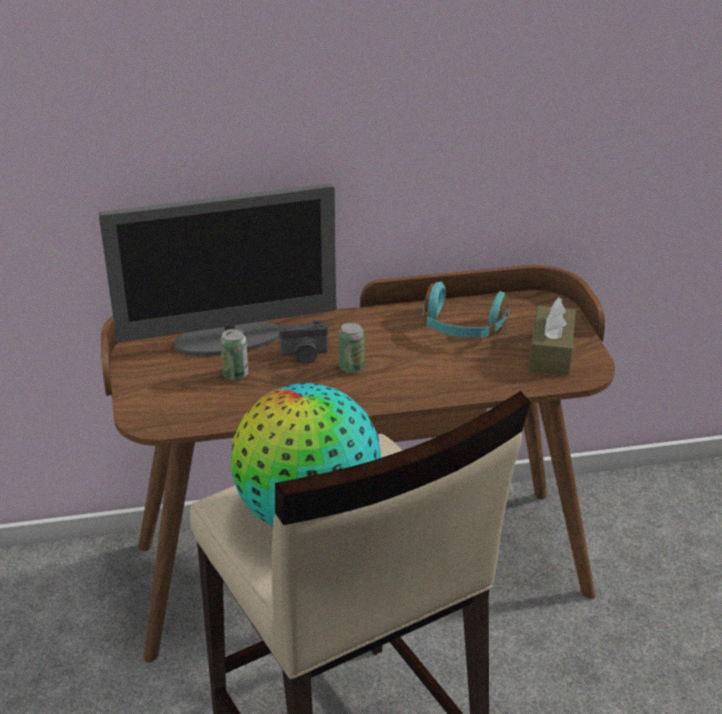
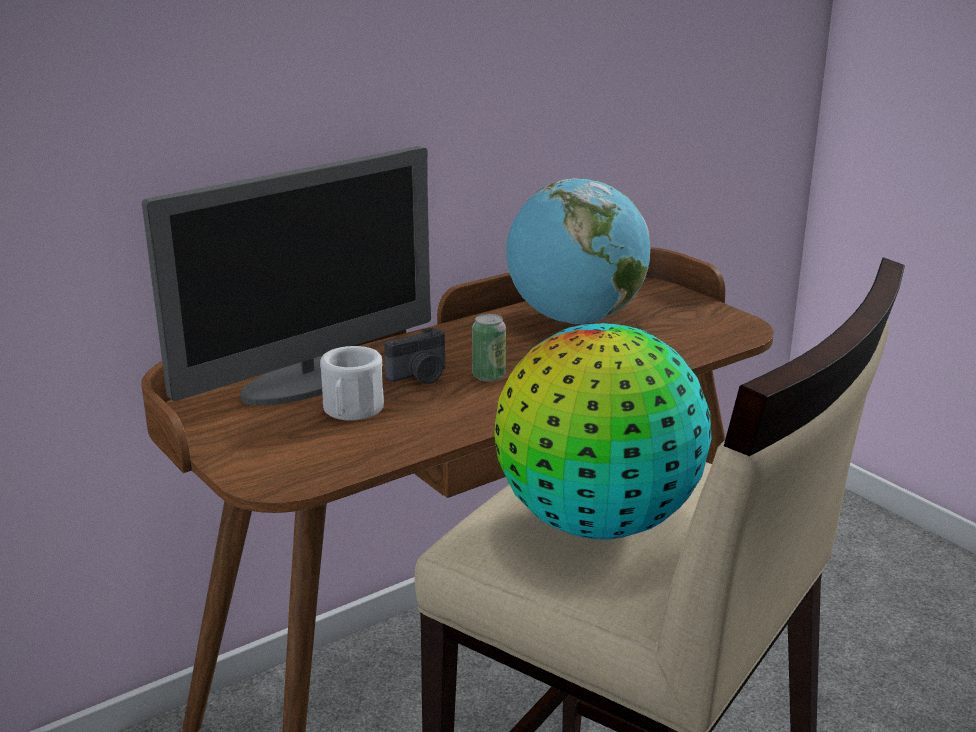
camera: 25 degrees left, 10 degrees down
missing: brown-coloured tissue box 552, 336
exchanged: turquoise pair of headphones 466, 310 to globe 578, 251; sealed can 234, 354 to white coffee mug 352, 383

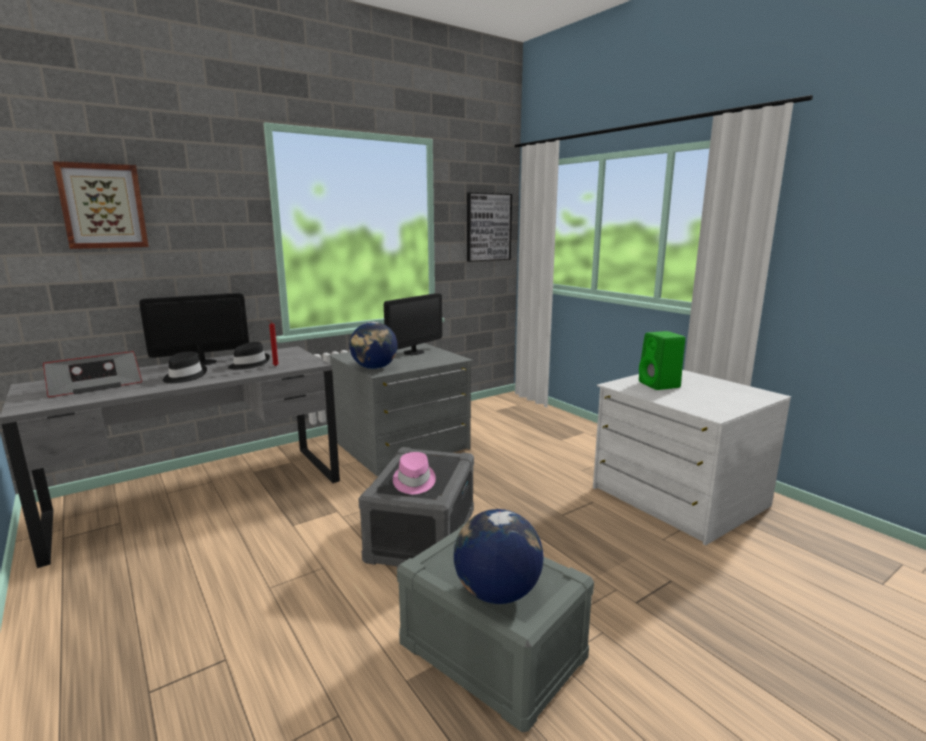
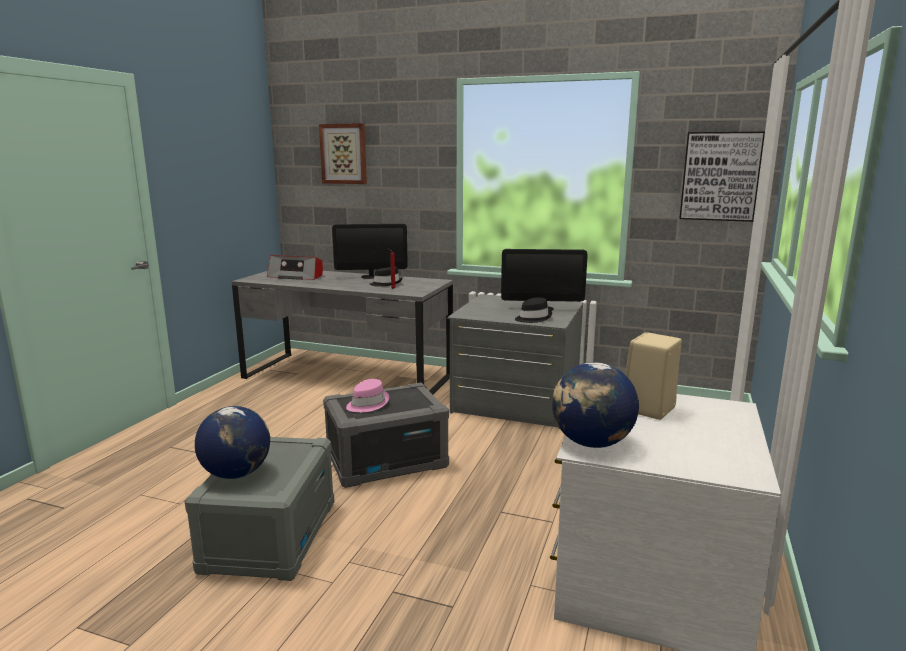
camera: 55 degrees right, 0 degrees up
relocated: globe 373, 345 to 595, 405; blackish hat 185, 367 to 533, 310
colour: greenish speaker 662, 360 to beige-coloured speaker 653, 376
spun: computer display 194, 329 = 370, 251 150 degrees clockwise

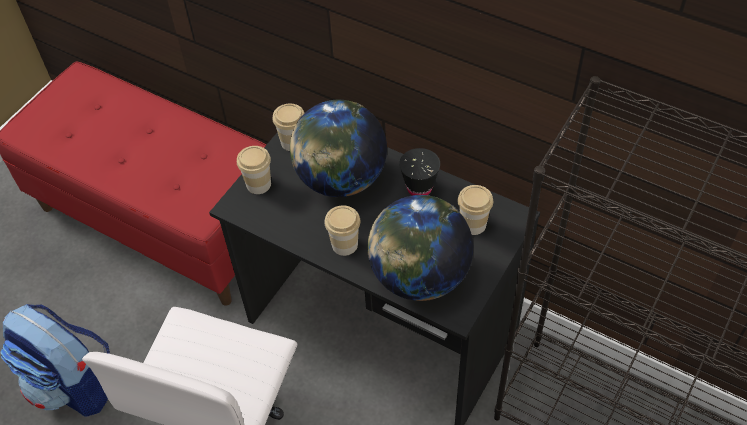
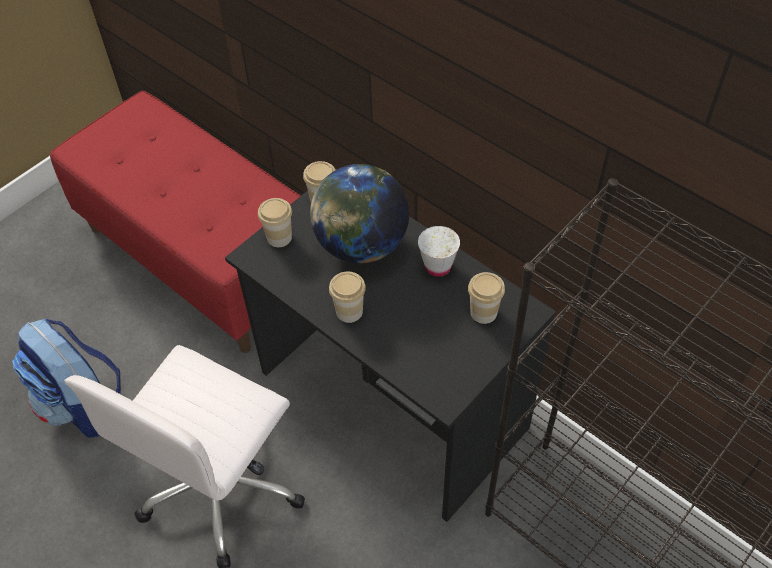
camera: 10 degrees right, 0 degrees up
missing: globe 420, 248
colour: blackish small cup 419, 171 to white small cup 439, 251

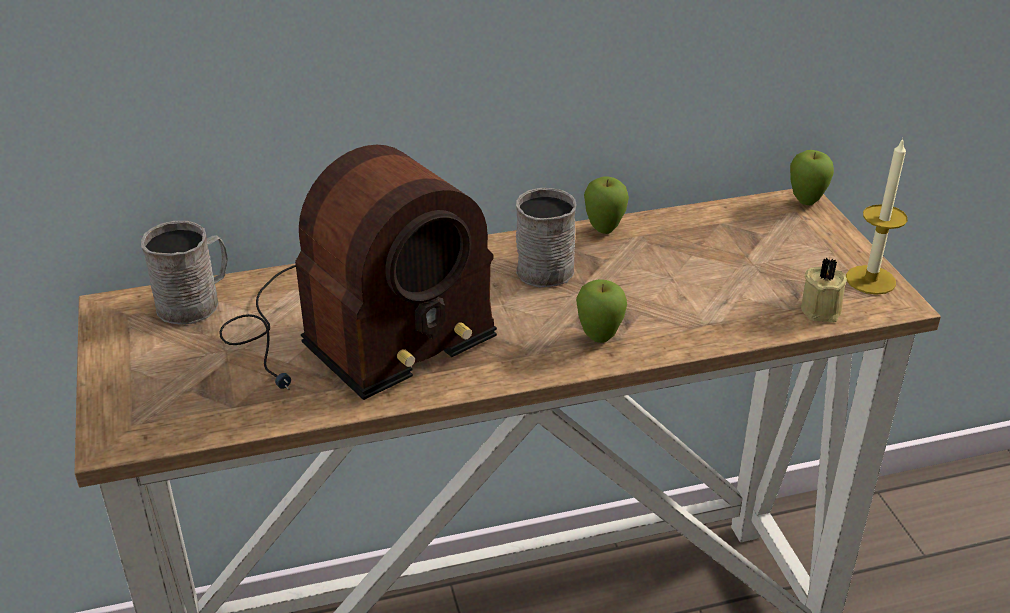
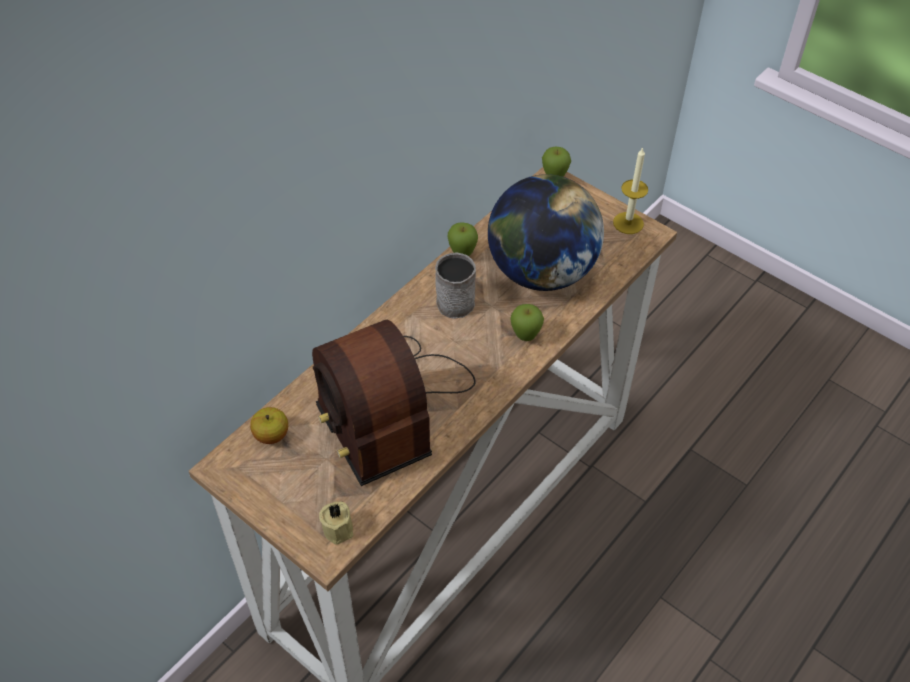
camera: 35 degrees left, 15 degrees up
appeared: globe 546, 232
relocated: beige-coloured wax candle 824, 290 to 336, 523
exchanged: gray coffee mug 184, 272 to whole apple 269, 425
spun: radio receiver 358, 272 = 394, 403 135 degrees clockwise

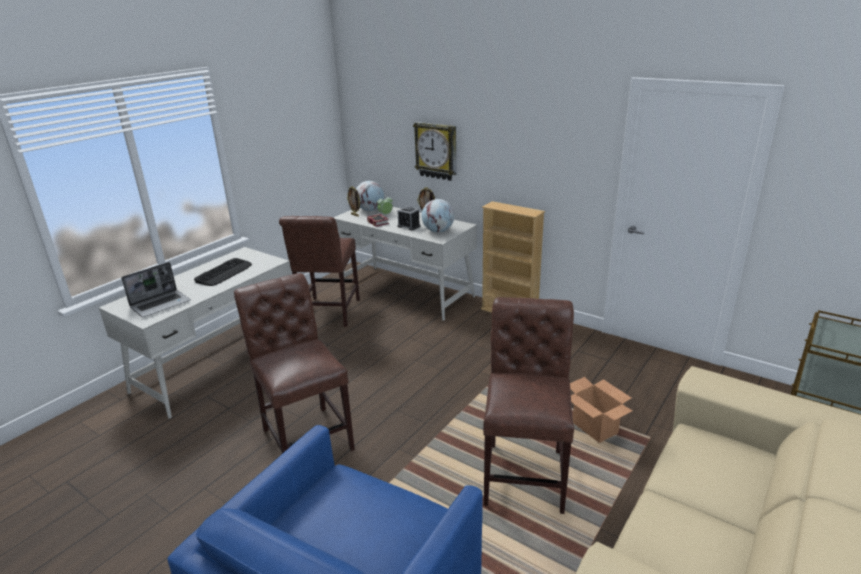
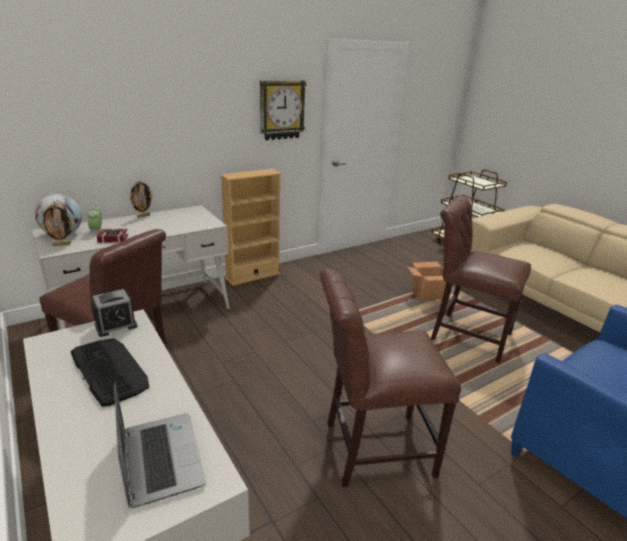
camera: 70 degrees left, 0 degrees up
missing: globe 438, 215
relocated: hanging clock 434, 151 to 283, 110; bedside clock 408, 218 to 114, 313

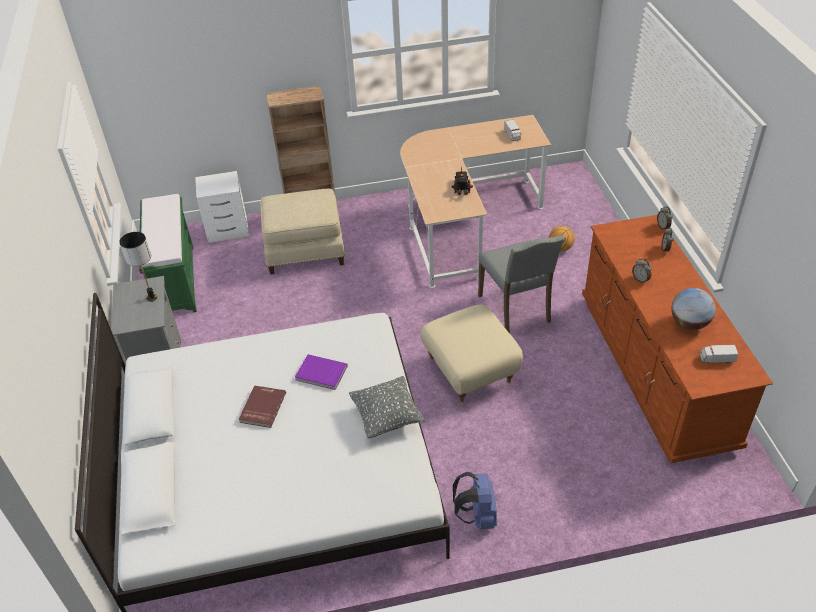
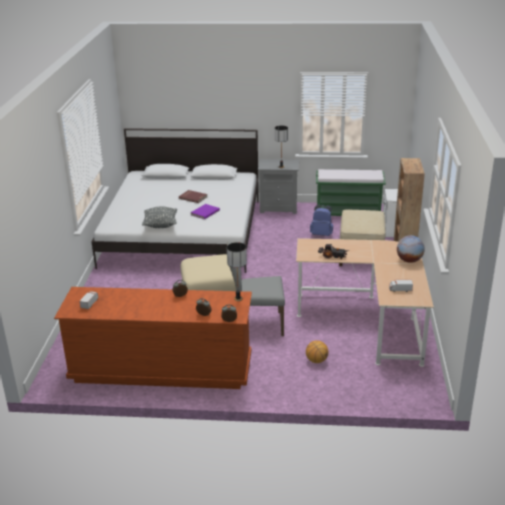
camera: 105 degrees right, 15 degrees down
appeared: lamp for a table 237, 271
relocated: globe 693, 309 to 411, 249; blue backpack 475, 500 to 321, 220

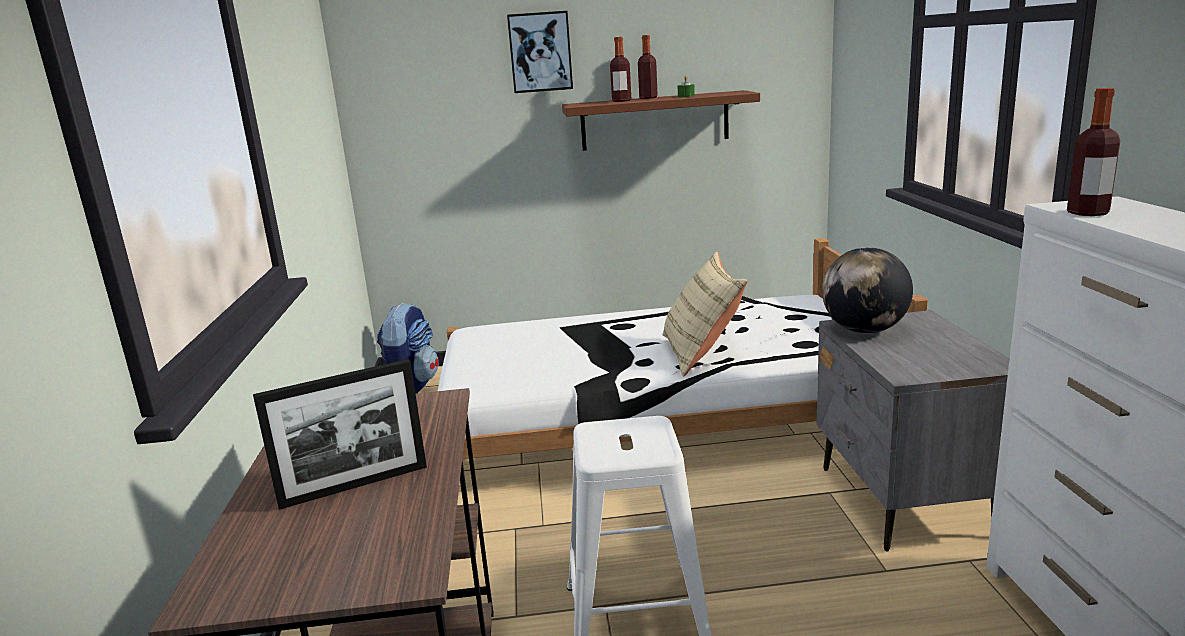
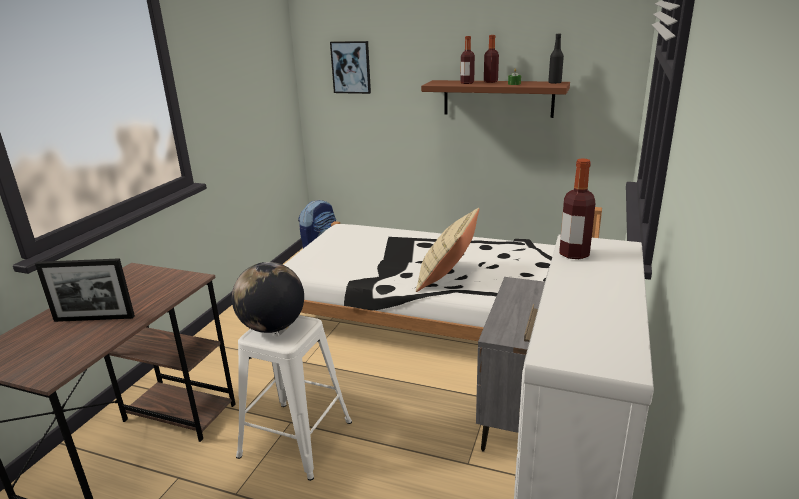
camera: 25 degrees right, 5 degrees up
appeared: blackish beverage bottle 556, 58
relocated: wall picture 540, 52 to 350, 67; globe 867, 290 to 268, 297

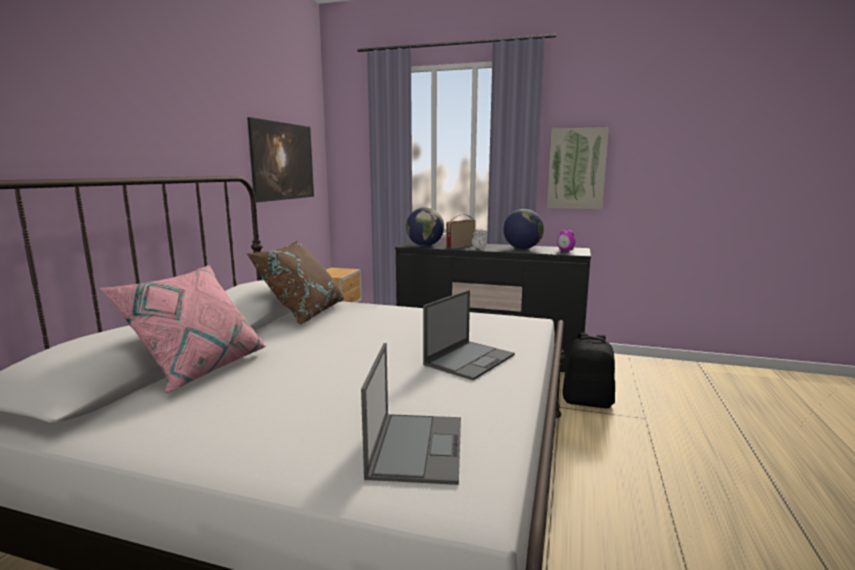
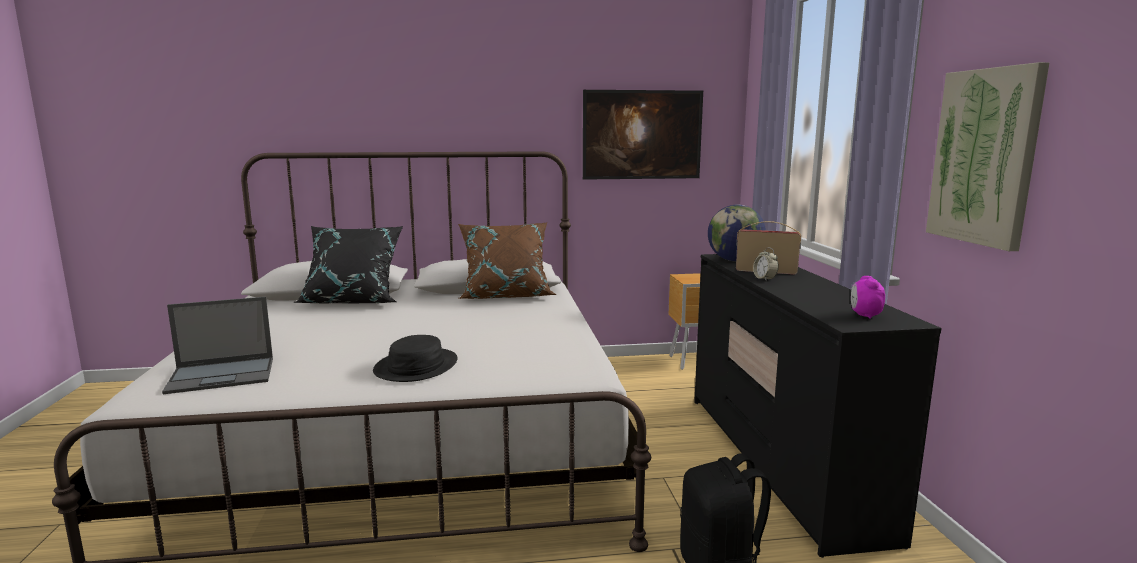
camera: 65 degrees right, 0 degrees up
missing: globe 523, 229
exchanged: portable computer 469, 335 to blackish hat 415, 358
colour: pink pillow 183, 329 to blackish pillow 348, 264

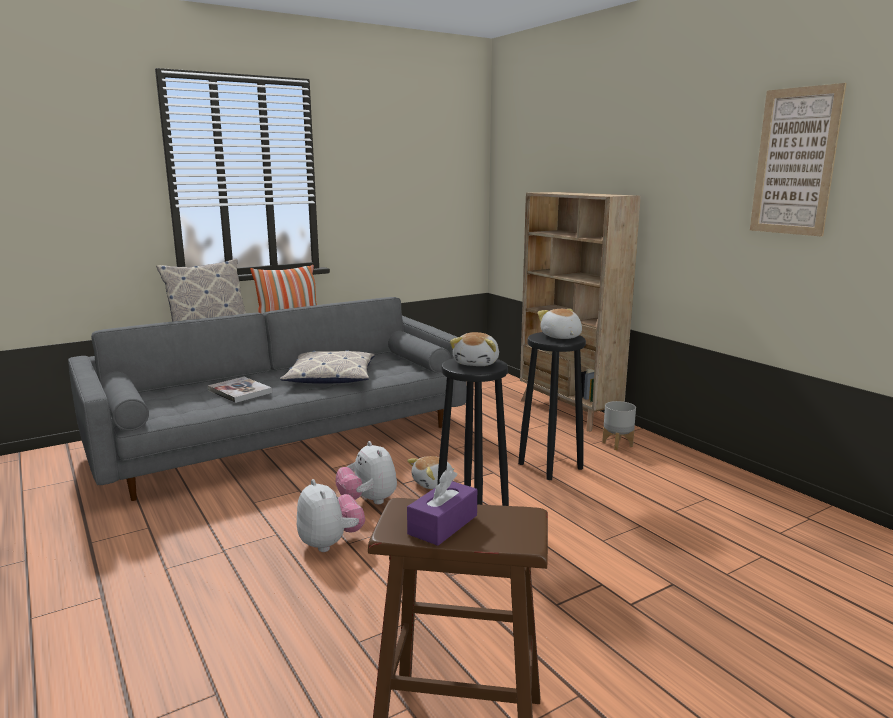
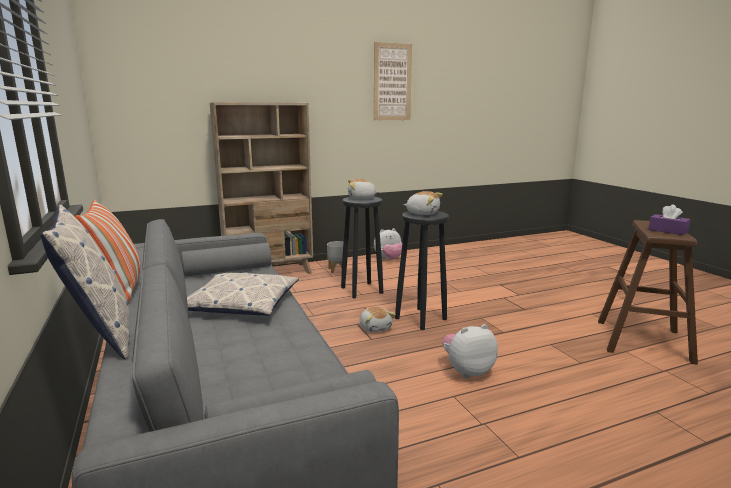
camera: 80 degrees left, 0 degrees up
missing: book 240, 390
relocated: plush toy 366, 472 to 388, 243

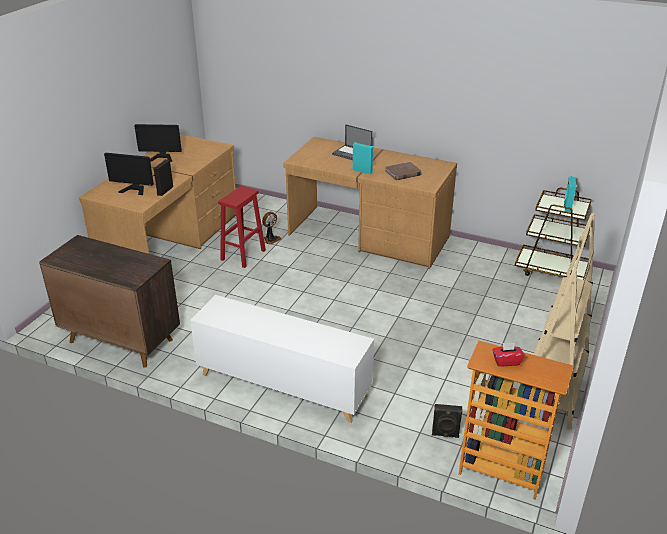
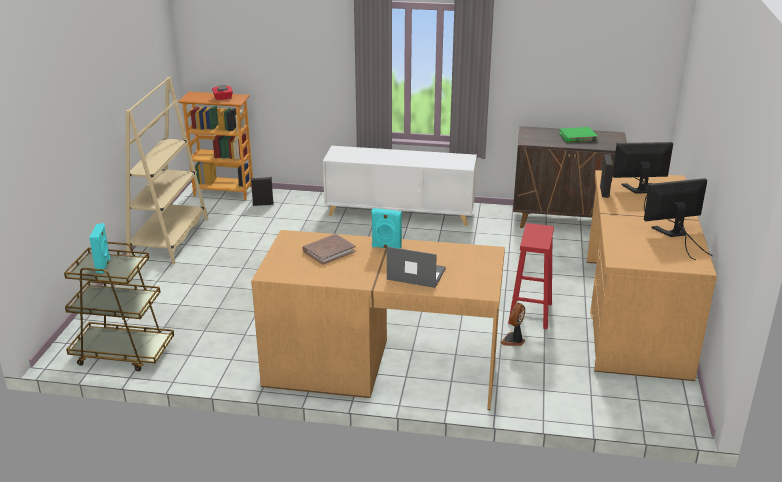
camera: 165 degrees right, 5 degrees down
appeared: greenish book 578, 135

